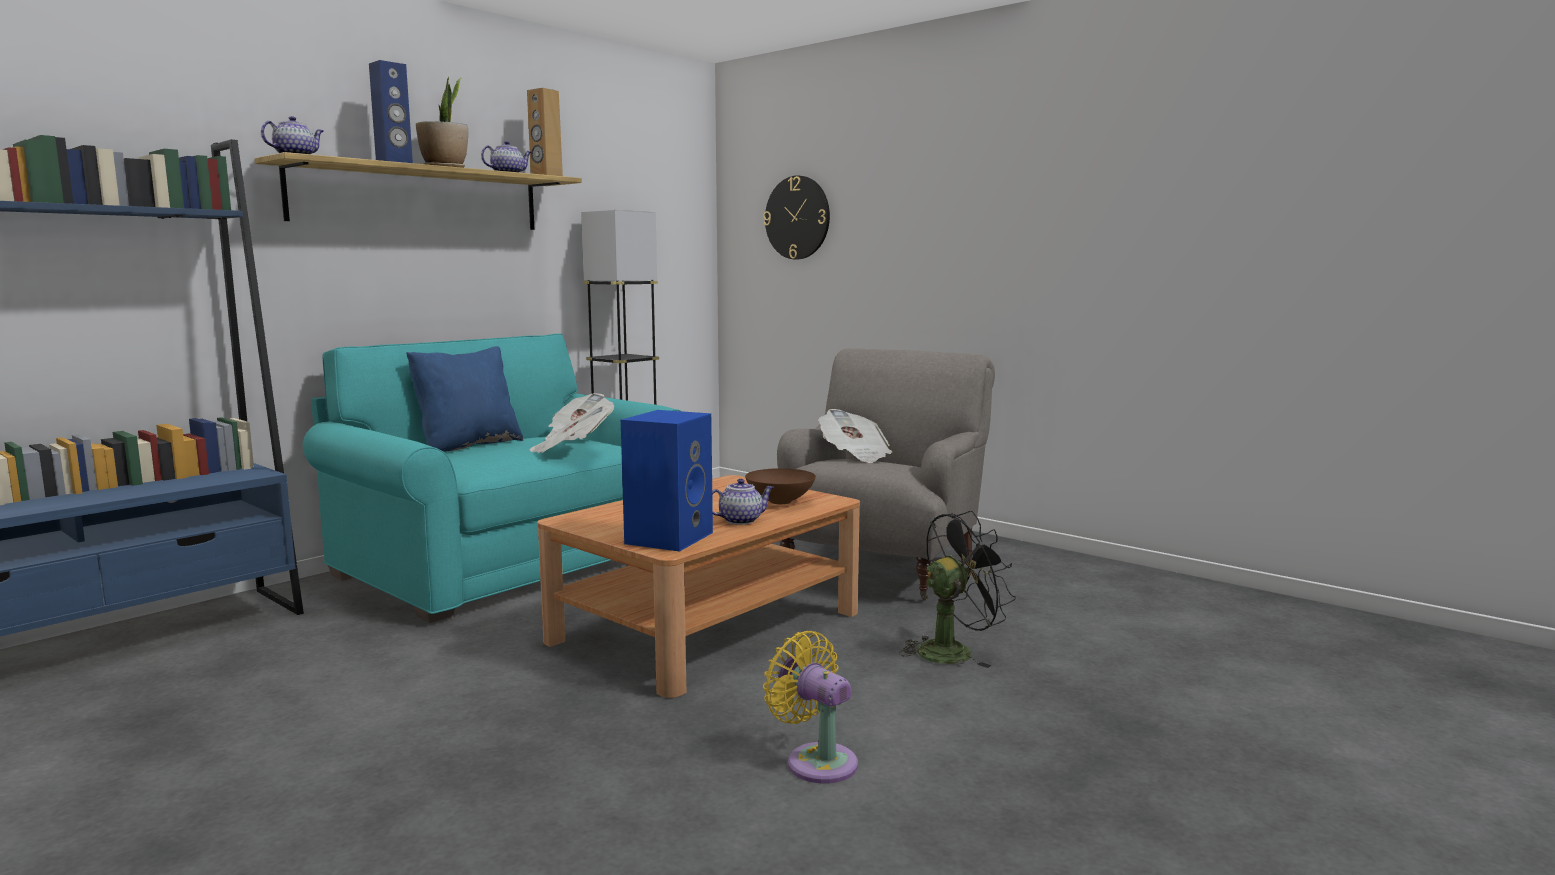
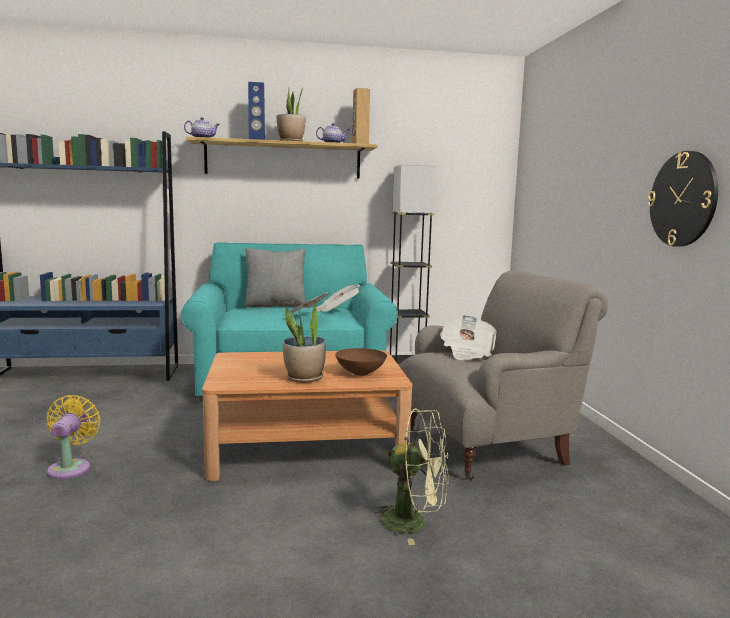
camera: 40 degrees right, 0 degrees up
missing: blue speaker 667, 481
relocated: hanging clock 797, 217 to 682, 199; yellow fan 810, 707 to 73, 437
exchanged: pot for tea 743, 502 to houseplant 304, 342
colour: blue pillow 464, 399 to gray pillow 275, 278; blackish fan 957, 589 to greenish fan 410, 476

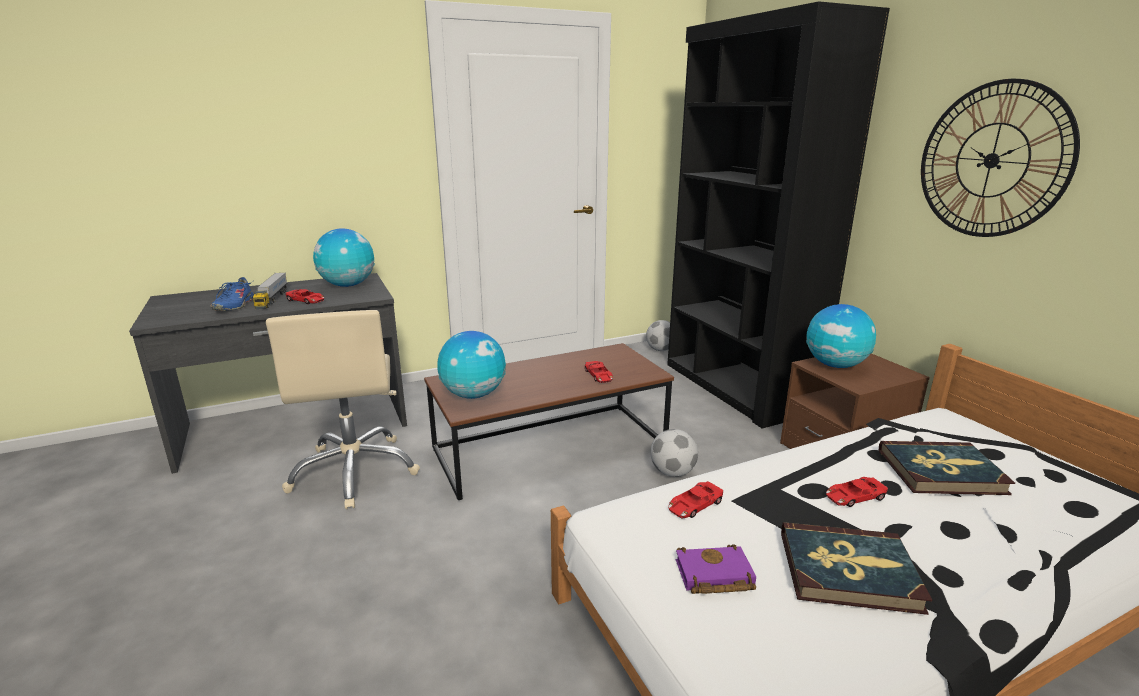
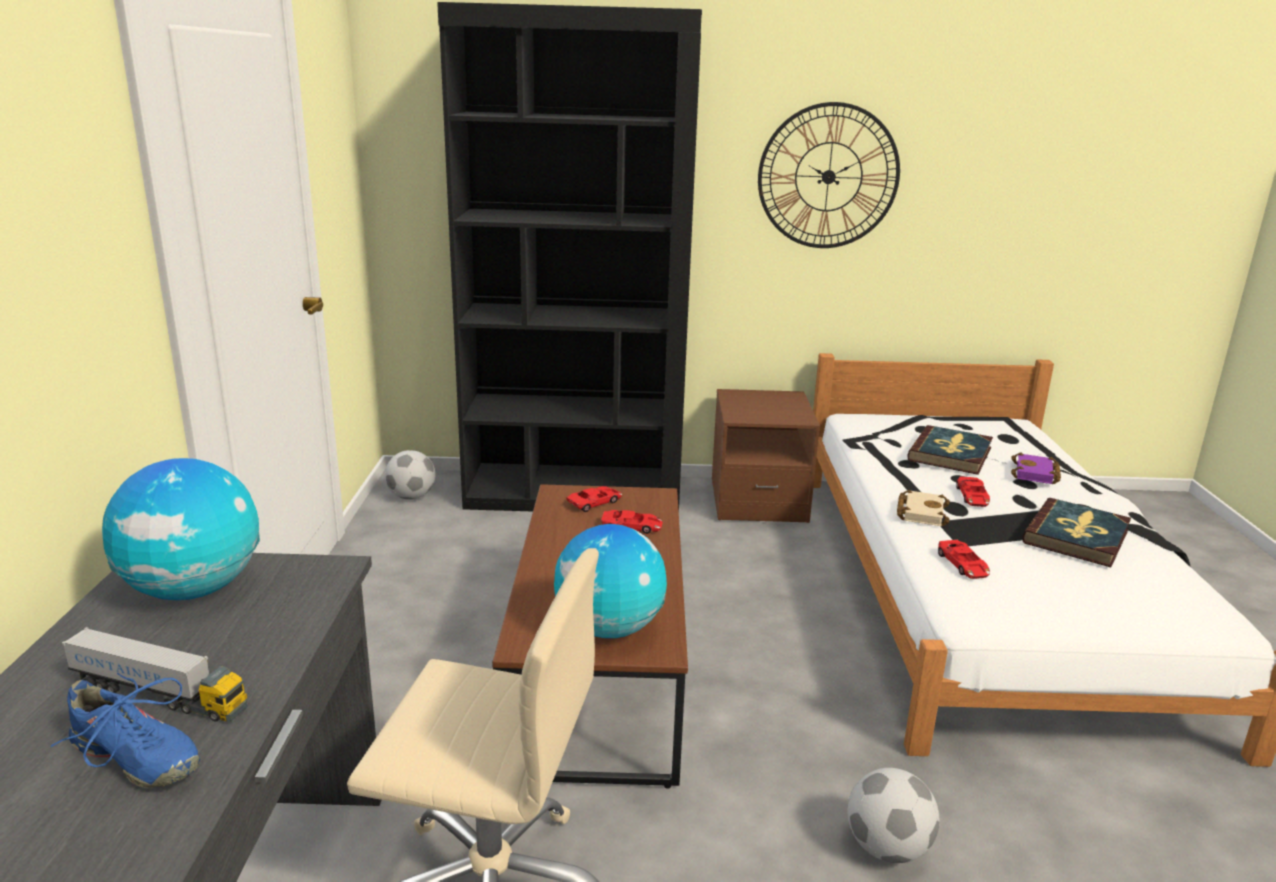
camera: 65 degrees left, 0 degrees up
missing: globe 841, 336
appeared: beige-coloured book 923, 508
relocated: red toy car 304, 296 to 594, 499; ball for football 674, 453 to 893, 815; purple-coloured book 715, 569 to 1036, 468

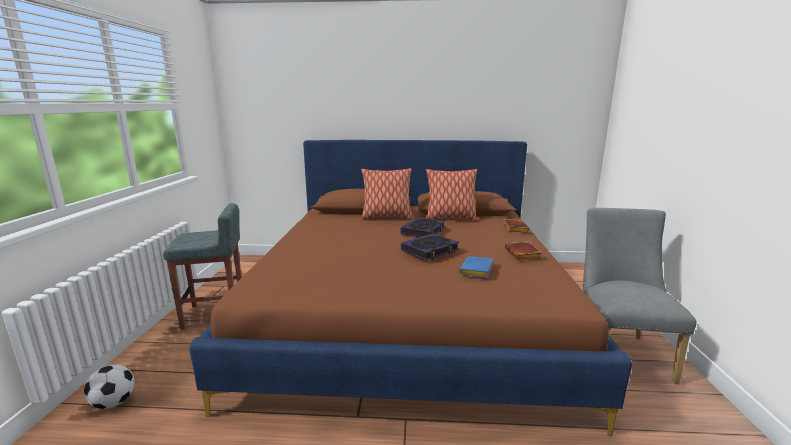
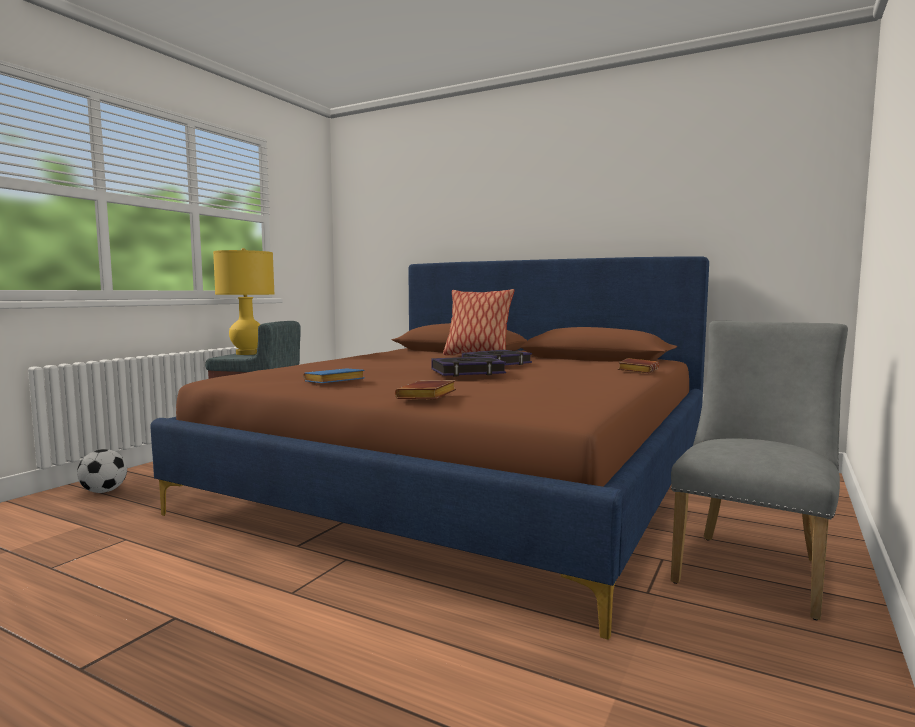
camera: 25 degrees right, 10 degrees down
missing: pillow 451, 195
appeared: yellow lamp for a table 244, 301
relocated: brown-coloured book 523, 251 to 425, 389; blue book 476, 267 to 334, 375

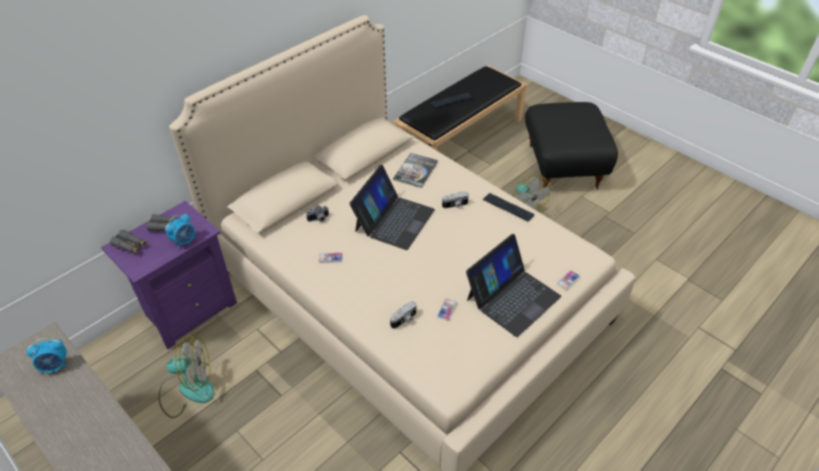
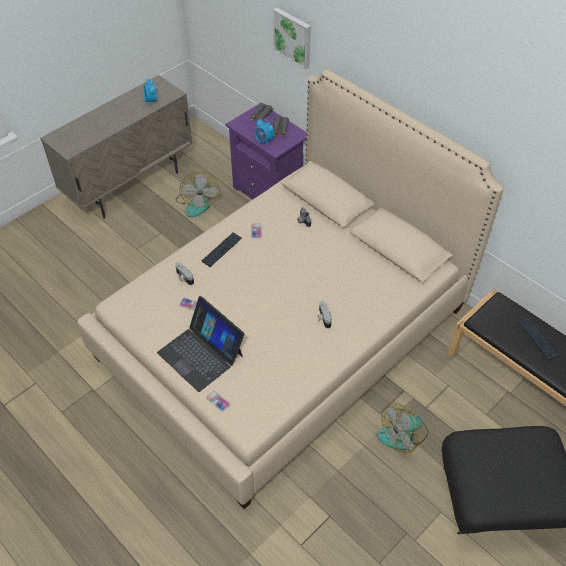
camera: 90 degrees right, 5 degrees up
missing: book 415, 170; portable computer 392, 207
appeared: wall picture 292, 39
relocated: keyboard 509, 207 to 222, 249

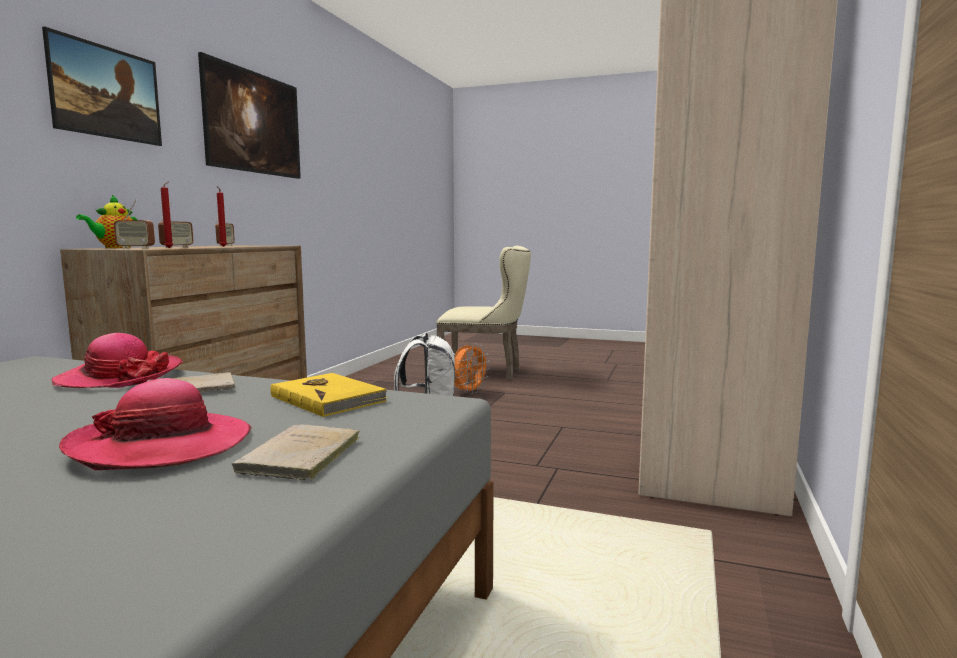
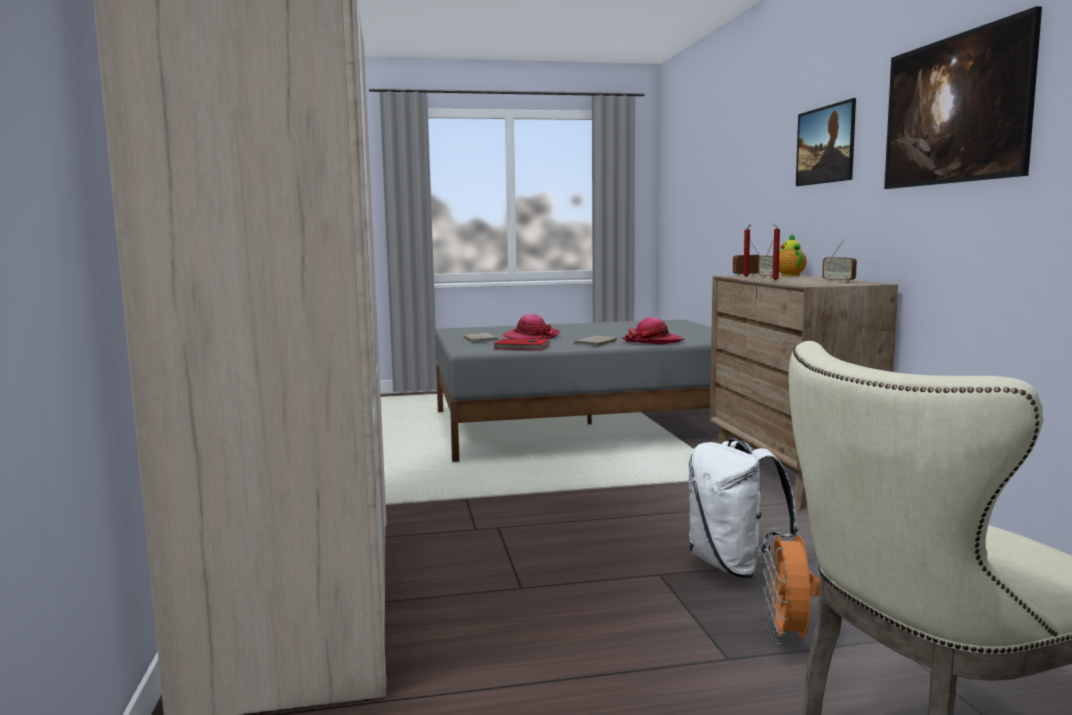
camera: 150 degrees right, 0 degrees up
colour: yellow book 329, 395 to red book 522, 344

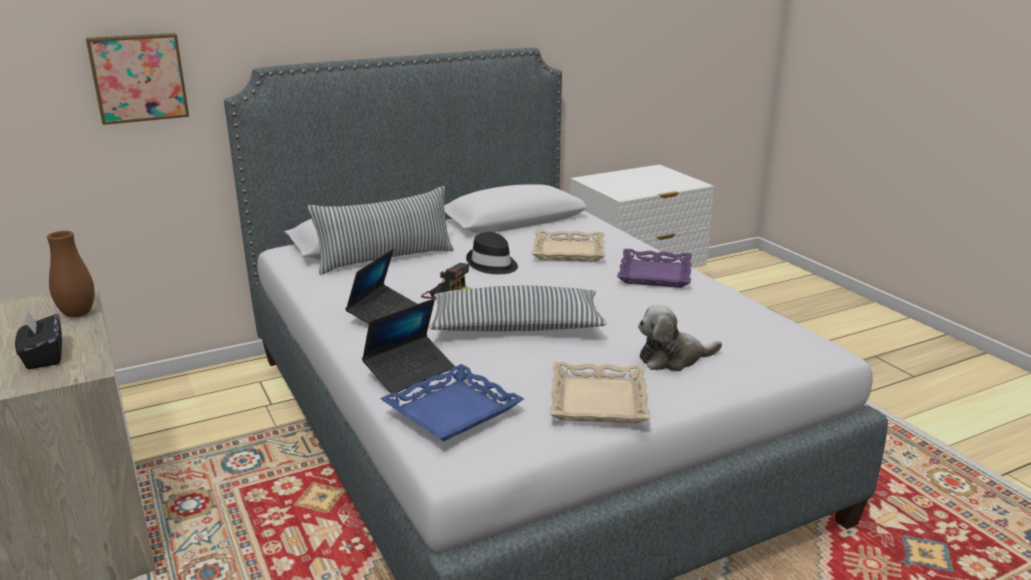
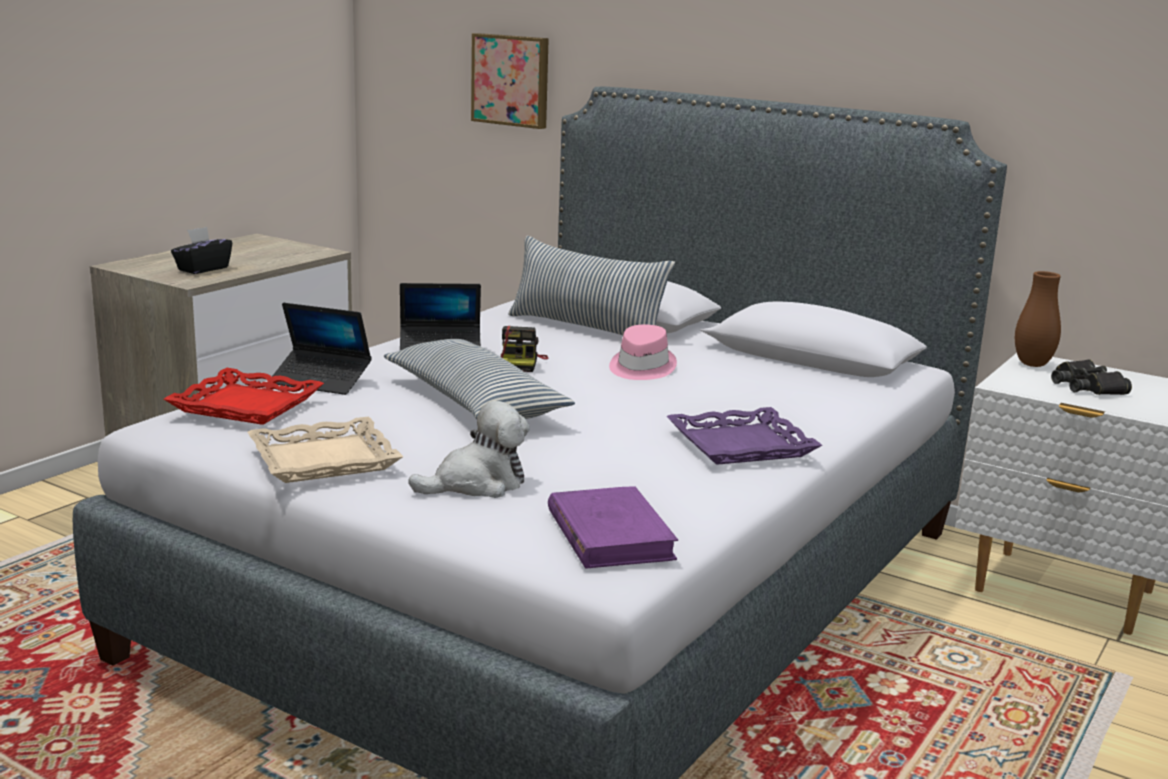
camera: 60 degrees right, 5 degrees down
missing: beige-coloured carrying tray 568, 246
appeared: blackish binoculars 1091, 377; purple-coloured book 613, 527
relocated: brown-coloured decorative vase 71, 274 to 1038, 319
colour: blackish hat 492, 253 to pink hat 643, 352; blue carrying tray 452, 402 to red carrying tray 244, 396
spun: plush toy 680, 338 = 469, 449 105 degrees clockwise

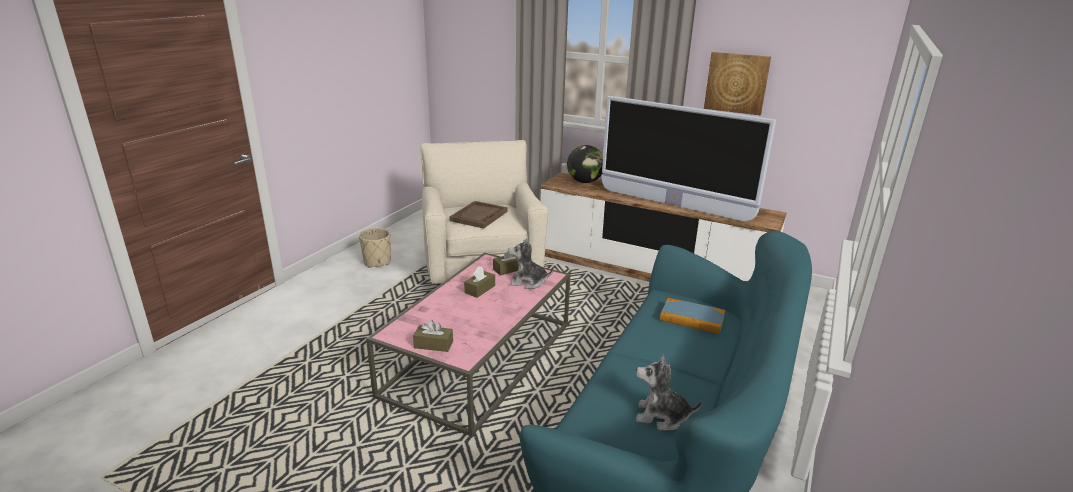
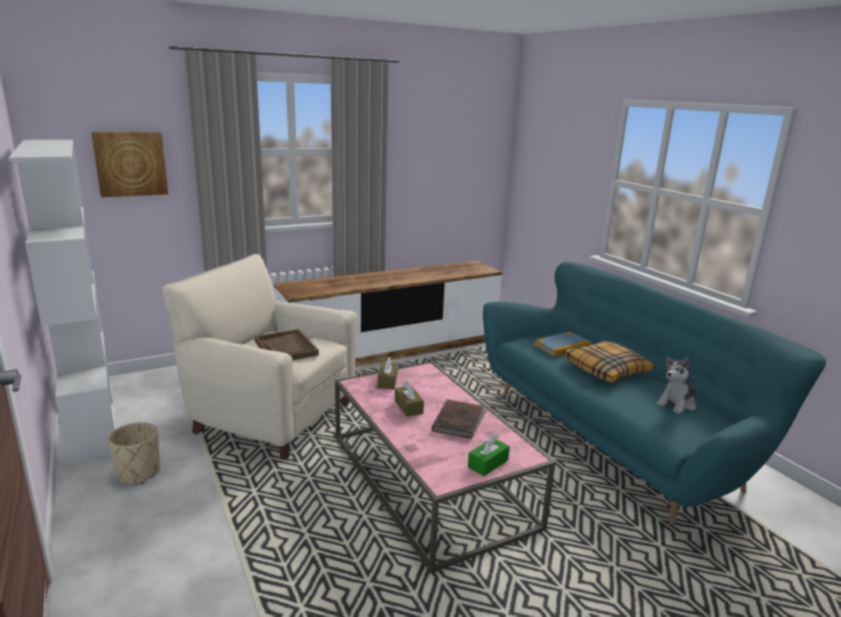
camera: 55 degrees left, 5 degrees down
missing: TV set 689, 159; globe 585, 164; plush toy 531, 263
appeared: white shelving unit 62, 302; pillow 609, 361; brown-coloured book 459, 419
relocated: wall picture 737, 83 to 129, 164
colour: brown-coloured tissue box 433, 336 to greenish tissue box 489, 455

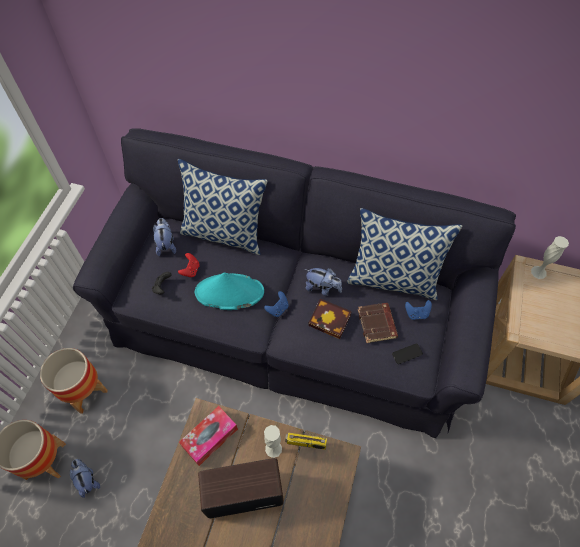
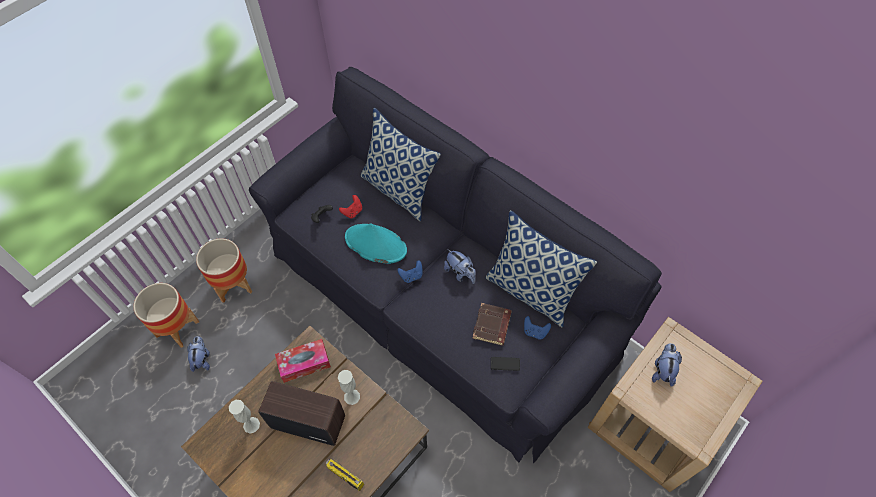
camera: 25 degrees right, 0 degrees up
missing: book 330, 318
relocated: plush toy 164, 237 to 667, 365; white decorative vase 550, 257 to 244, 416; radio receiver 306, 439 to 345, 474

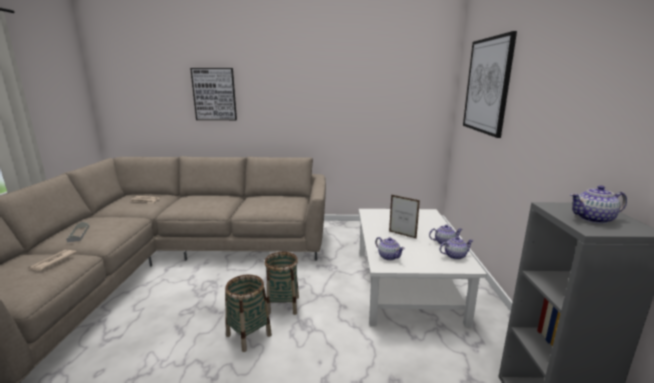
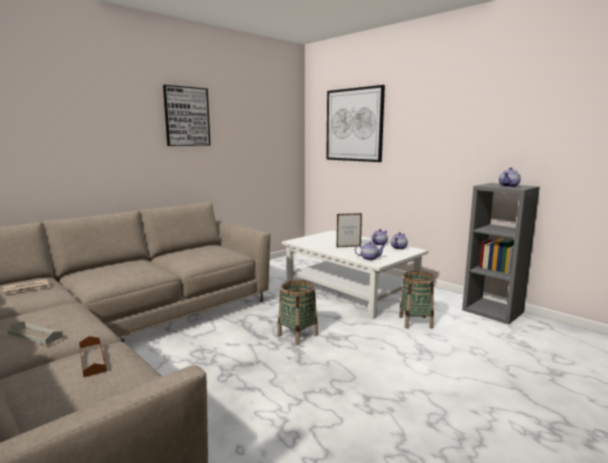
camera: 45 degrees left, 5 degrees down
relocated: wall picture 213, 94 to 186, 115; household basket 248, 313 to 417, 300
exchanged: newspaper 53, 260 to brown-coloured carrying tray 93, 356

